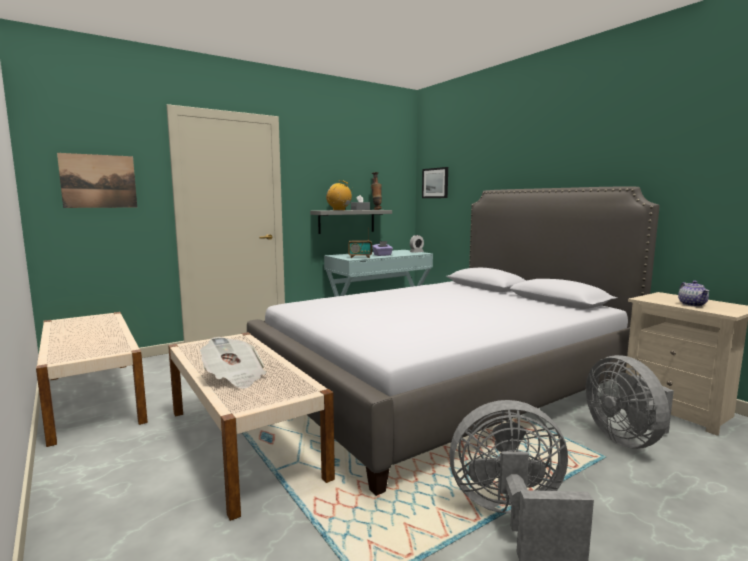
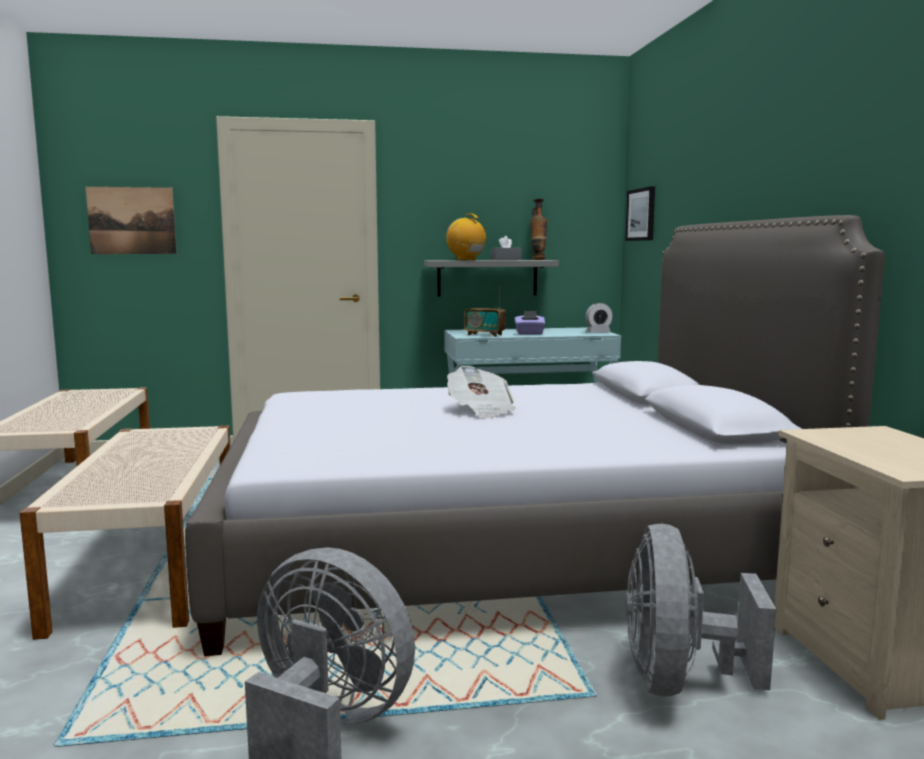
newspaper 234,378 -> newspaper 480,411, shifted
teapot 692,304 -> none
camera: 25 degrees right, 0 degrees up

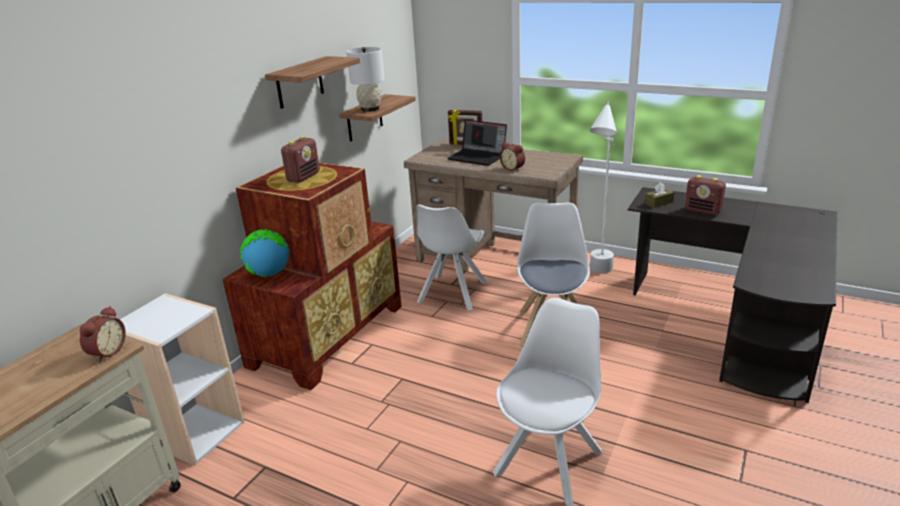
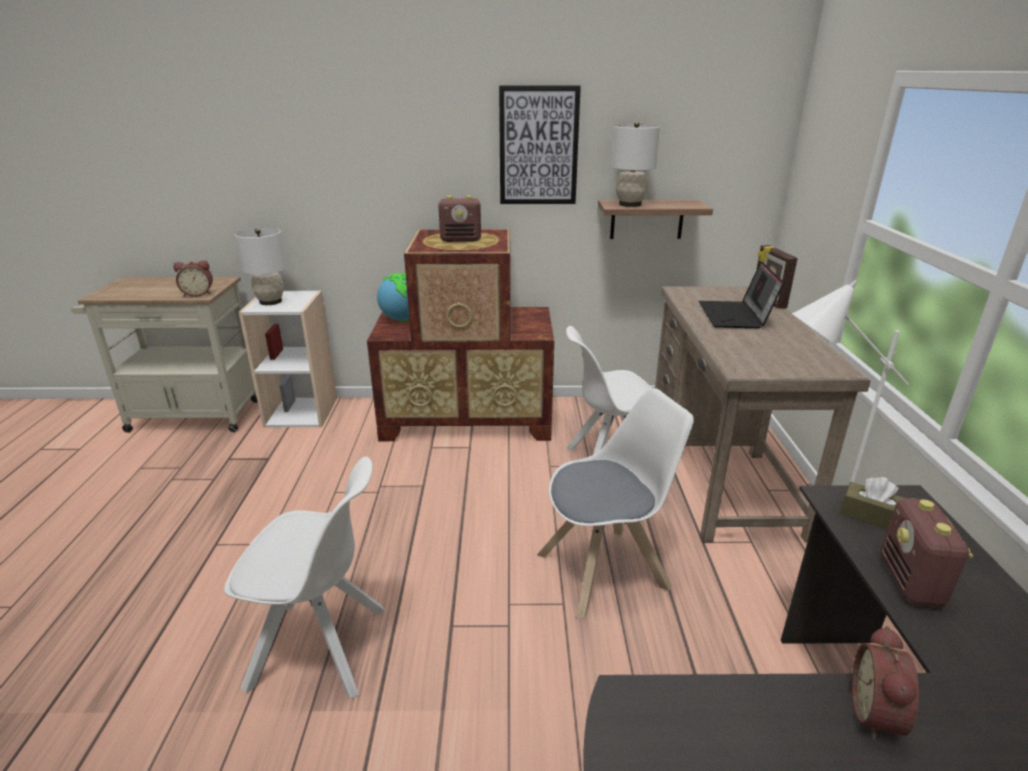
shelf 299,82 -> picture 538,146
alarm clock 513,168 -> alarm clock 878,714, shifted
none -> white table lamp 270,301
camera: 60 degrees right, 0 degrees up

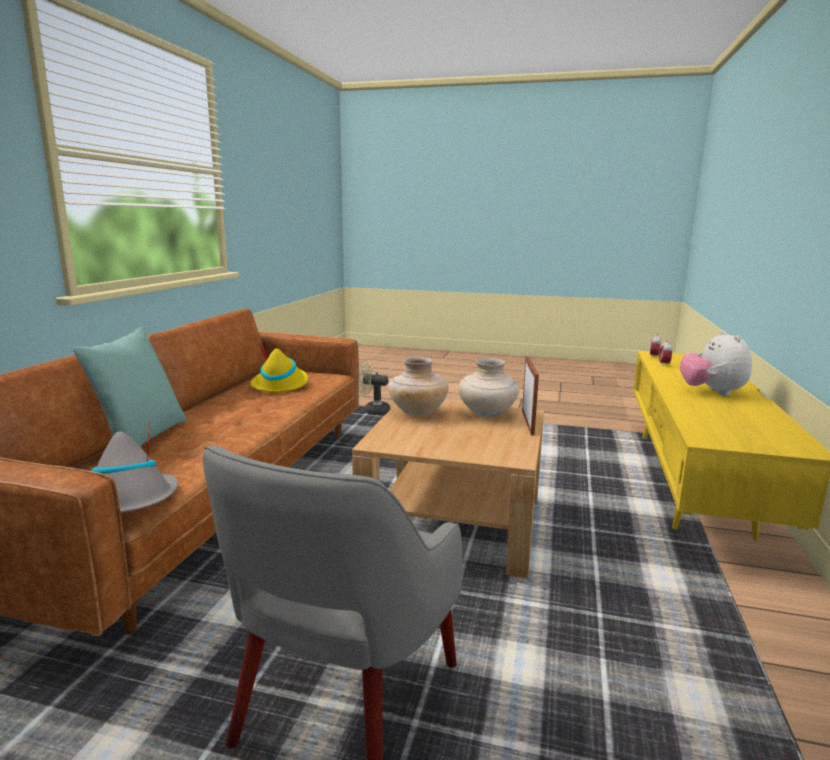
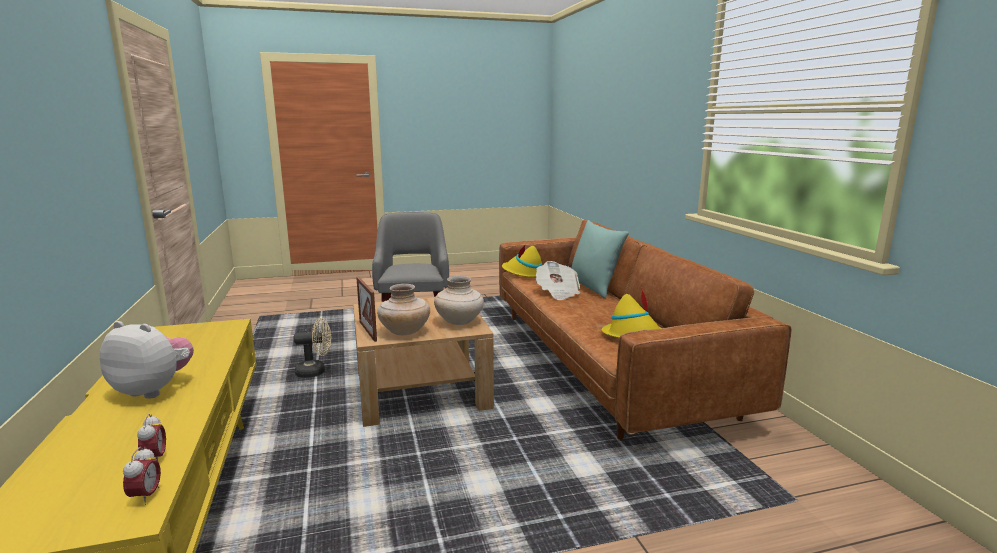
grey hat 129,501 -> yellow hat 524,273
beige fan 372,411 -> beige fan 316,371, shifted
plush toy 712,392 -> plush toy 154,390, 45 degrees counterclockwise
none -> newspaper 557,293
camera: 150 degrees right, 0 degrees up

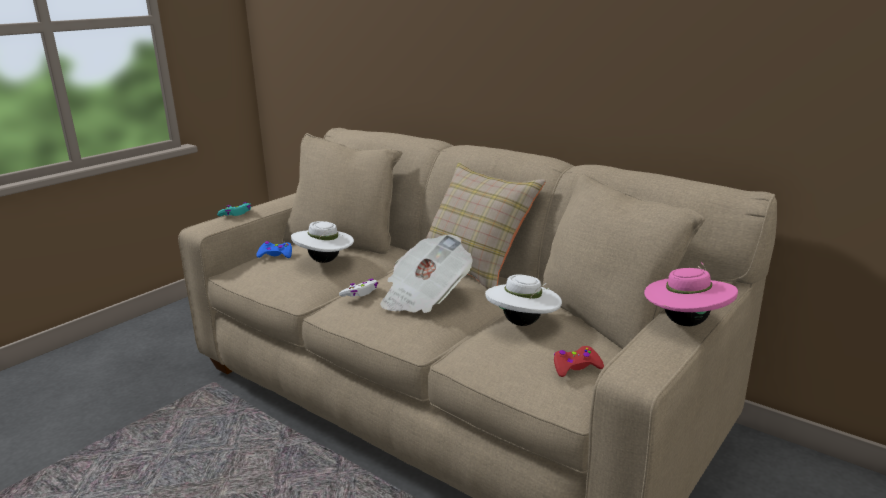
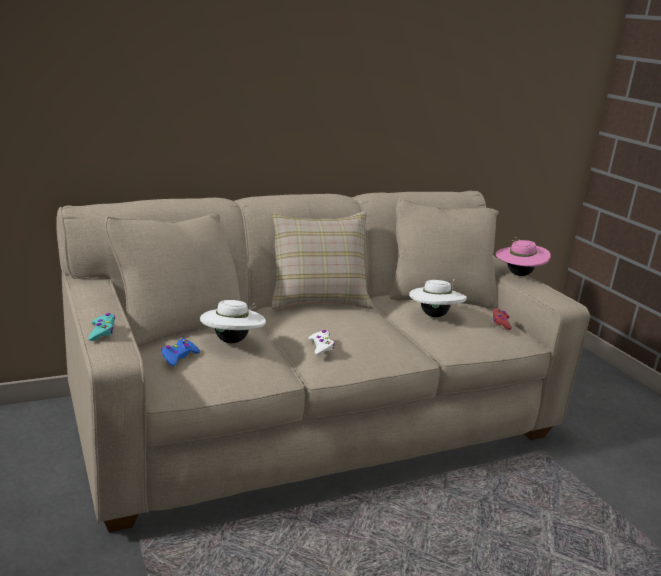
newspaper 424,297 -> none
camera: 65 degrees left, 0 degrees up

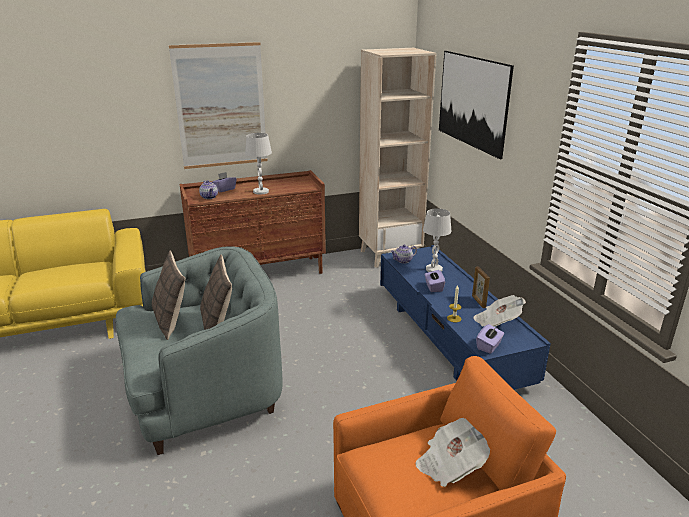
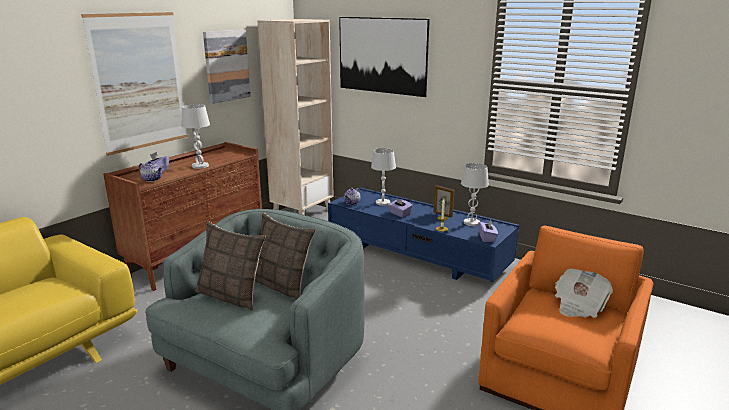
newspaper 497,322 -> white table lamp 471,223
none -> picture 226,66
camera: 35 degrees left, 5 degrees down

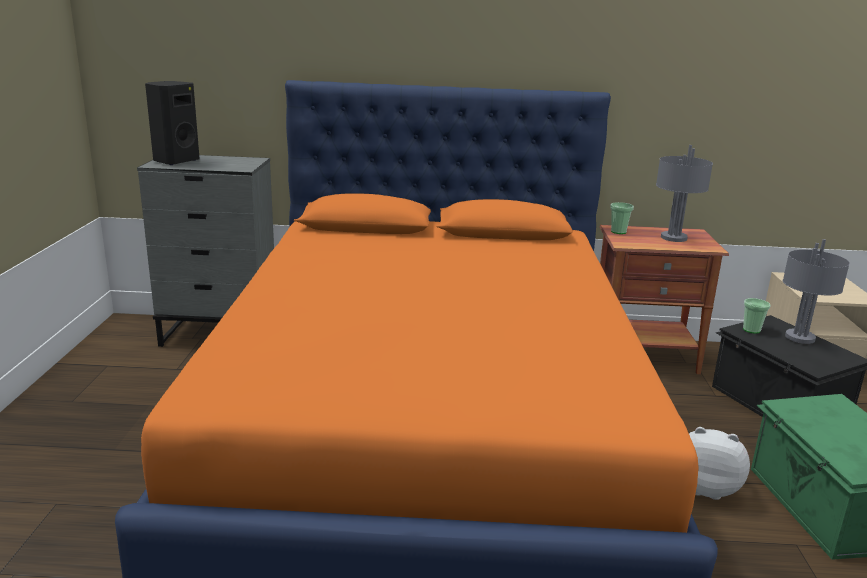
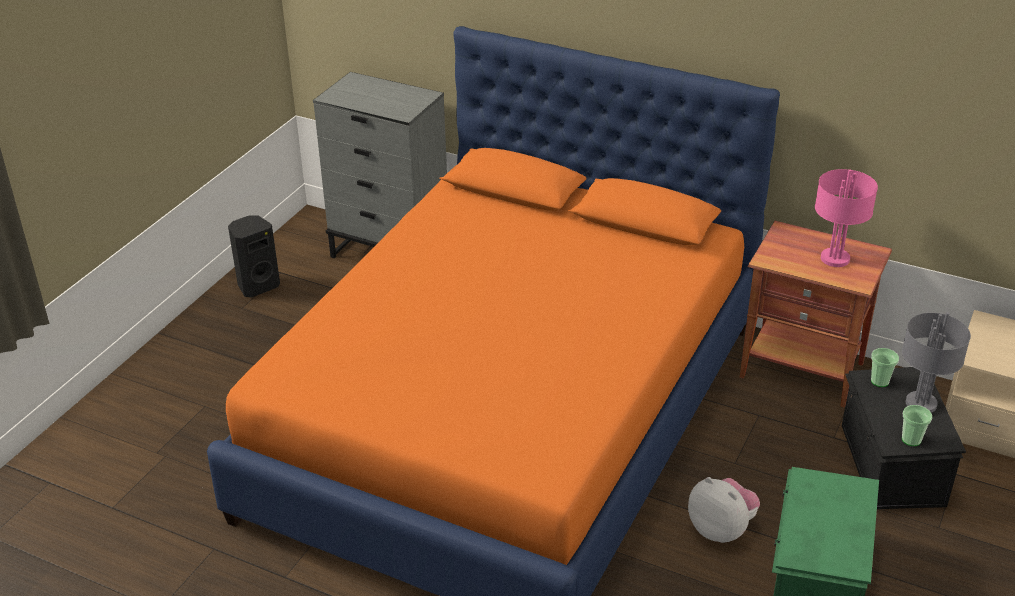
black speaker 175,161 -> black speaker 257,286, shifted
cup 618,232 -> cup 911,440, shifted
grey table lamp 673,238 -> pink table lamp 834,258
camera: 25 degrees right, 15 degrees up

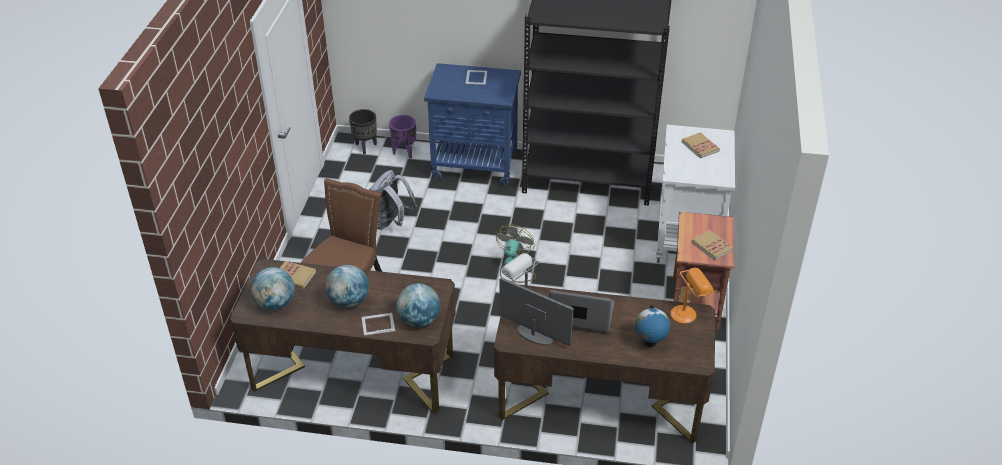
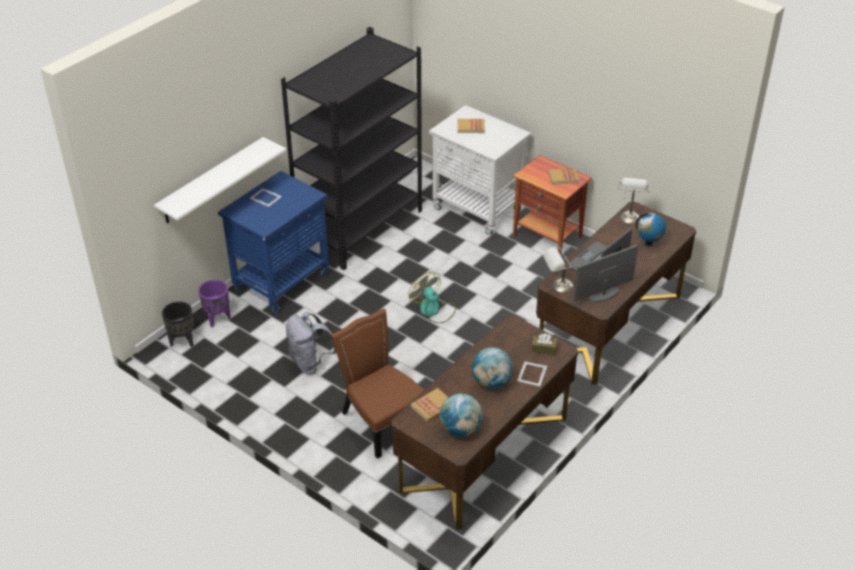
globe 419,320 -> brown tissue box 544,349
orange table lamp 688,312 -> white table lamp 629,214
none -> white shelf 212,181
camera: 60 degrees left, 0 degrees up

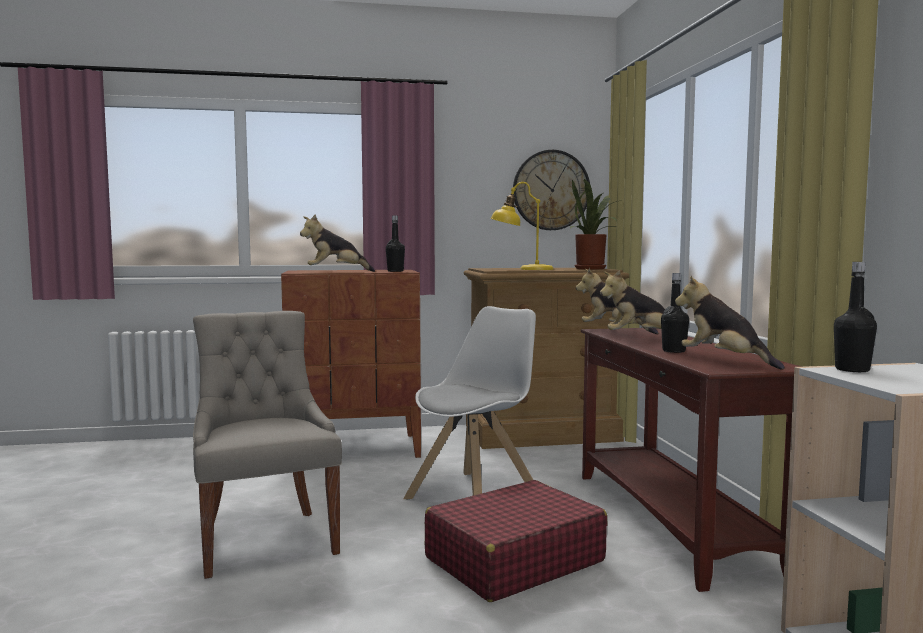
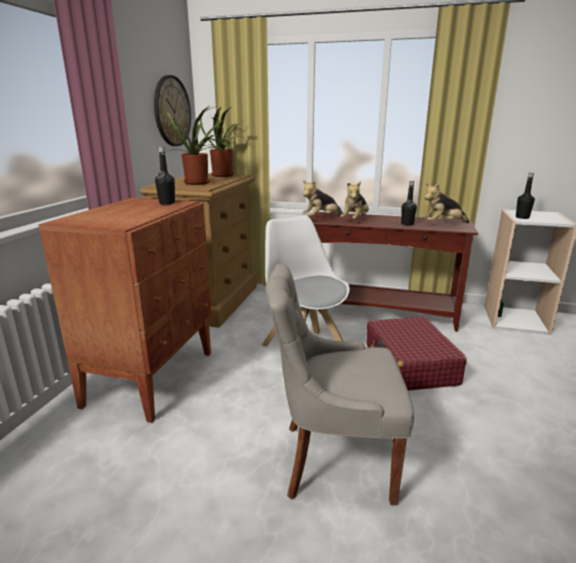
plush toy 336,272 -> none
yellow table lamp 522,269 -> potted plant 198,183
camera: 65 degrees left, 15 degrees up

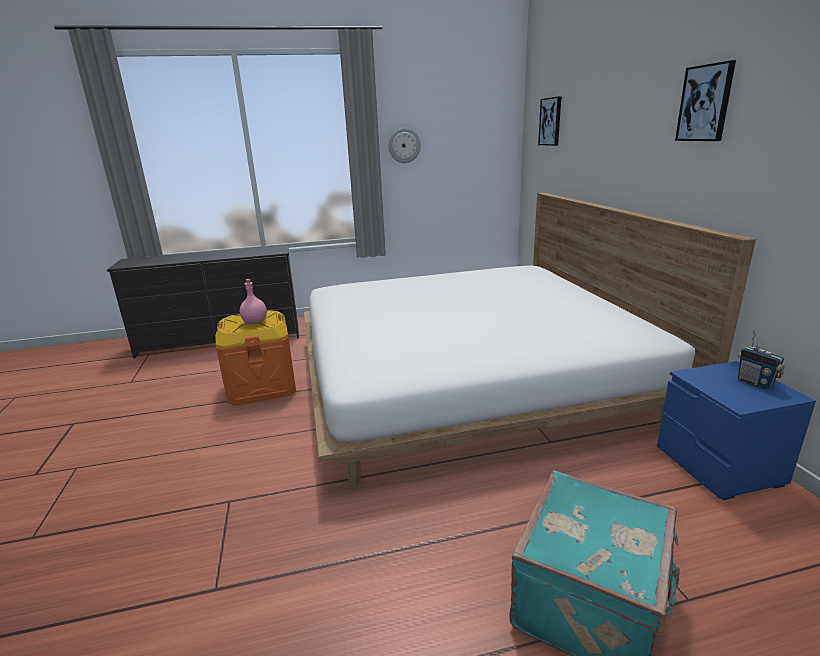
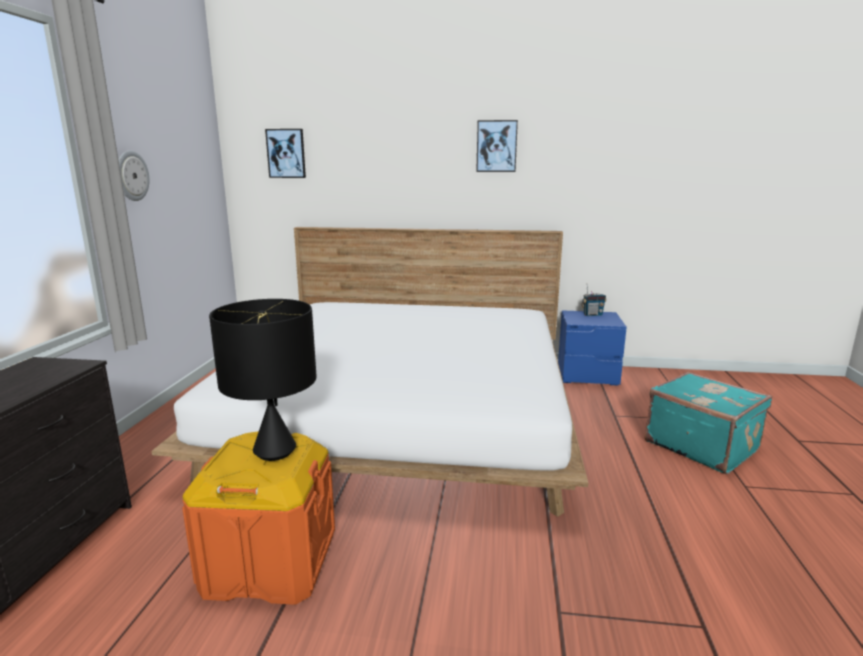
pink bottle 255,322 -> black table lamp 274,452
camera: 70 degrees left, 5 degrees down

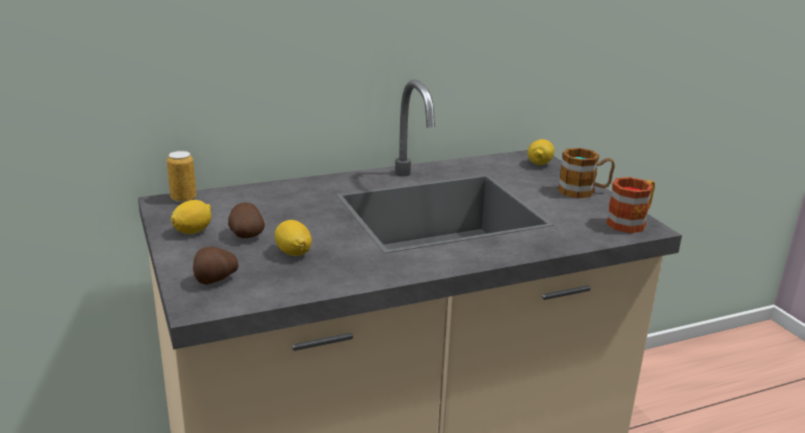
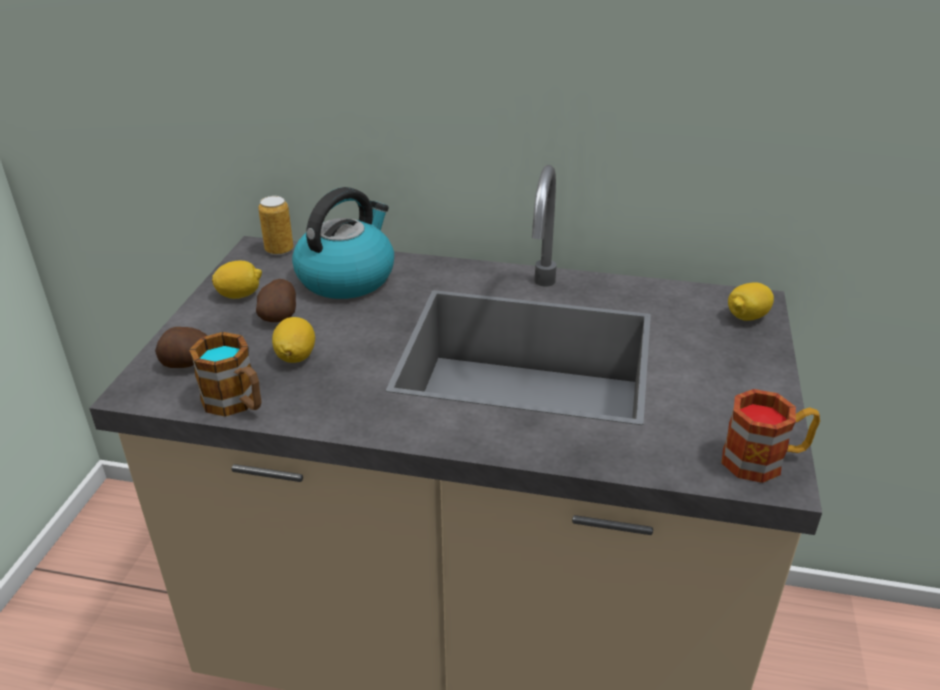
mug 584,191 -> mug 237,403, shifted
none -> kettle 346,277
camera: 35 degrees right, 10 degrees up

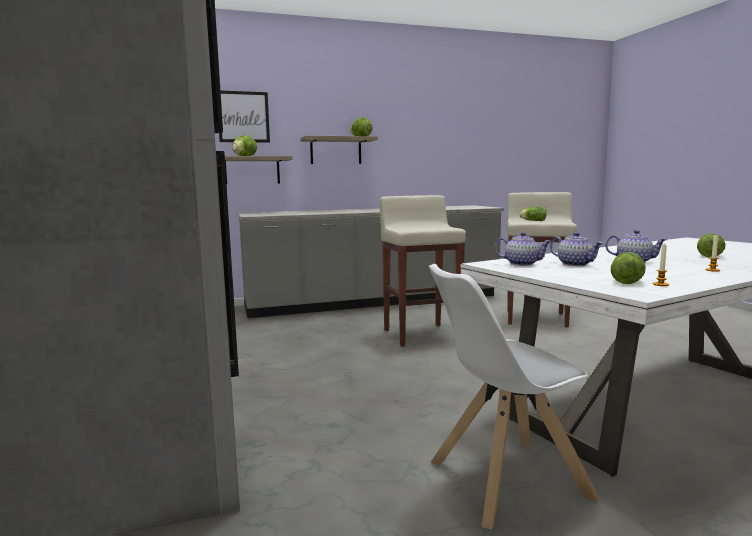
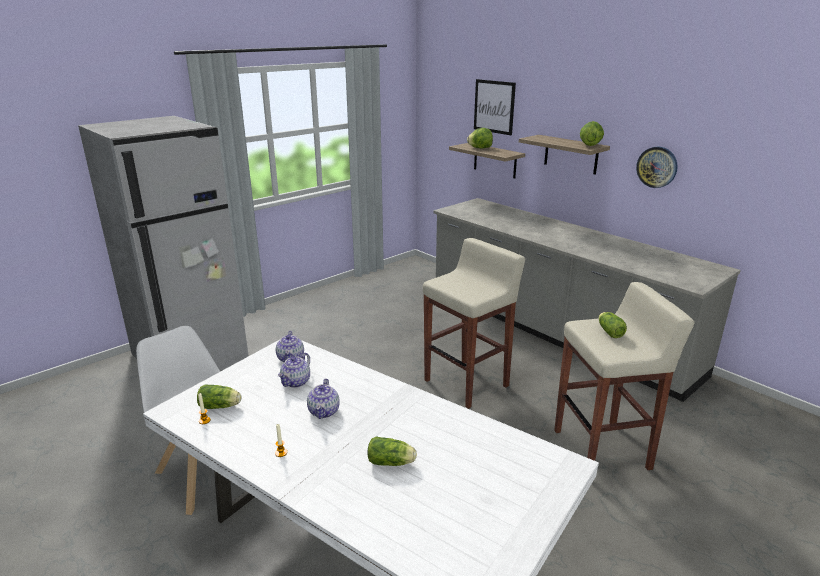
none -> wall clock 657,167
camera: 65 degrees right, 15 degrees up

